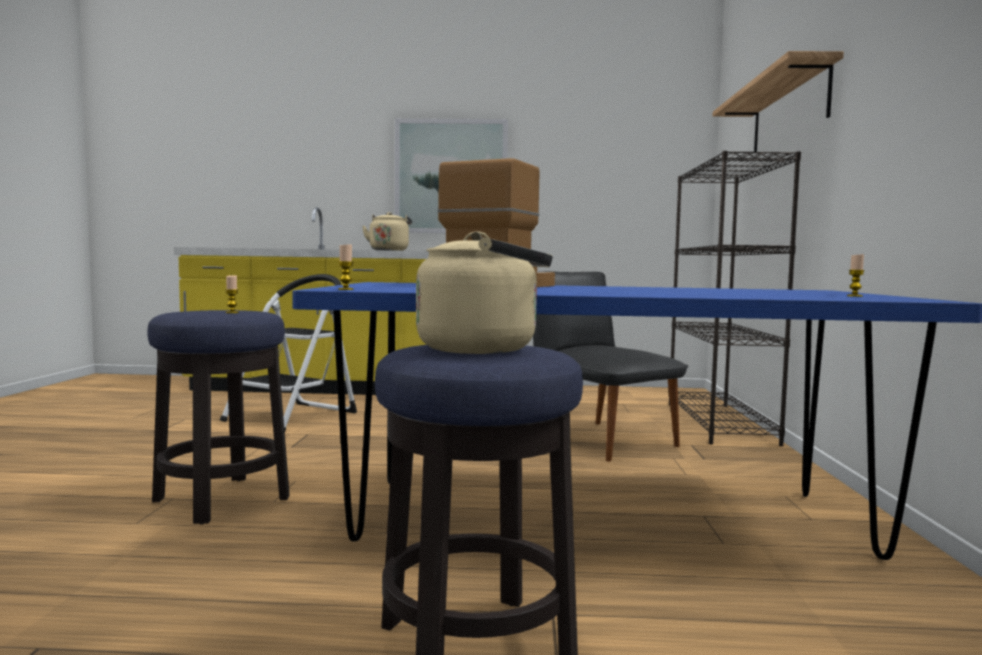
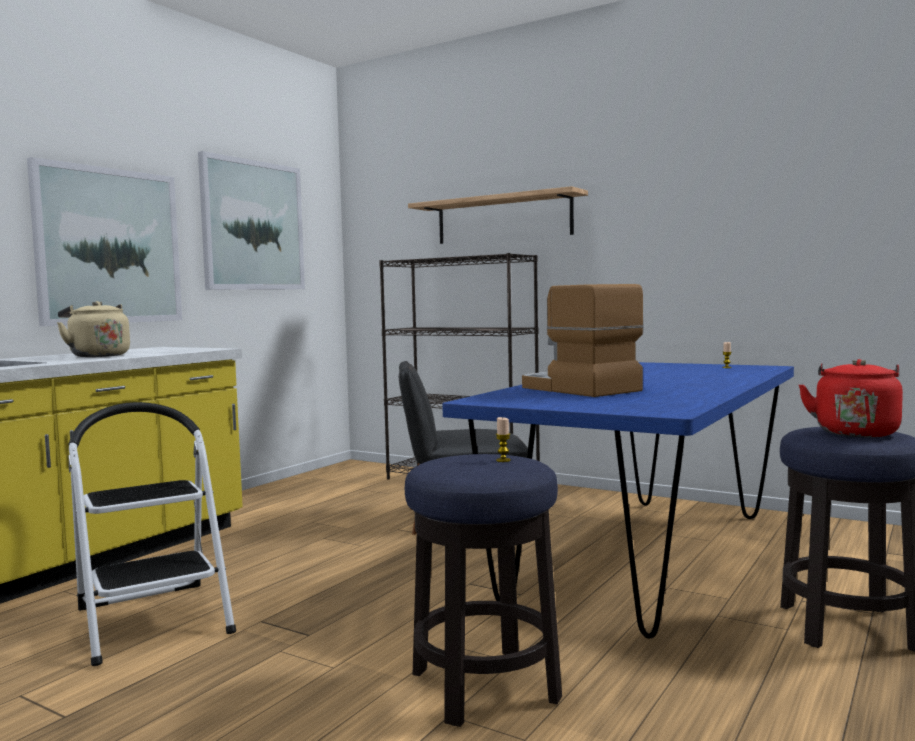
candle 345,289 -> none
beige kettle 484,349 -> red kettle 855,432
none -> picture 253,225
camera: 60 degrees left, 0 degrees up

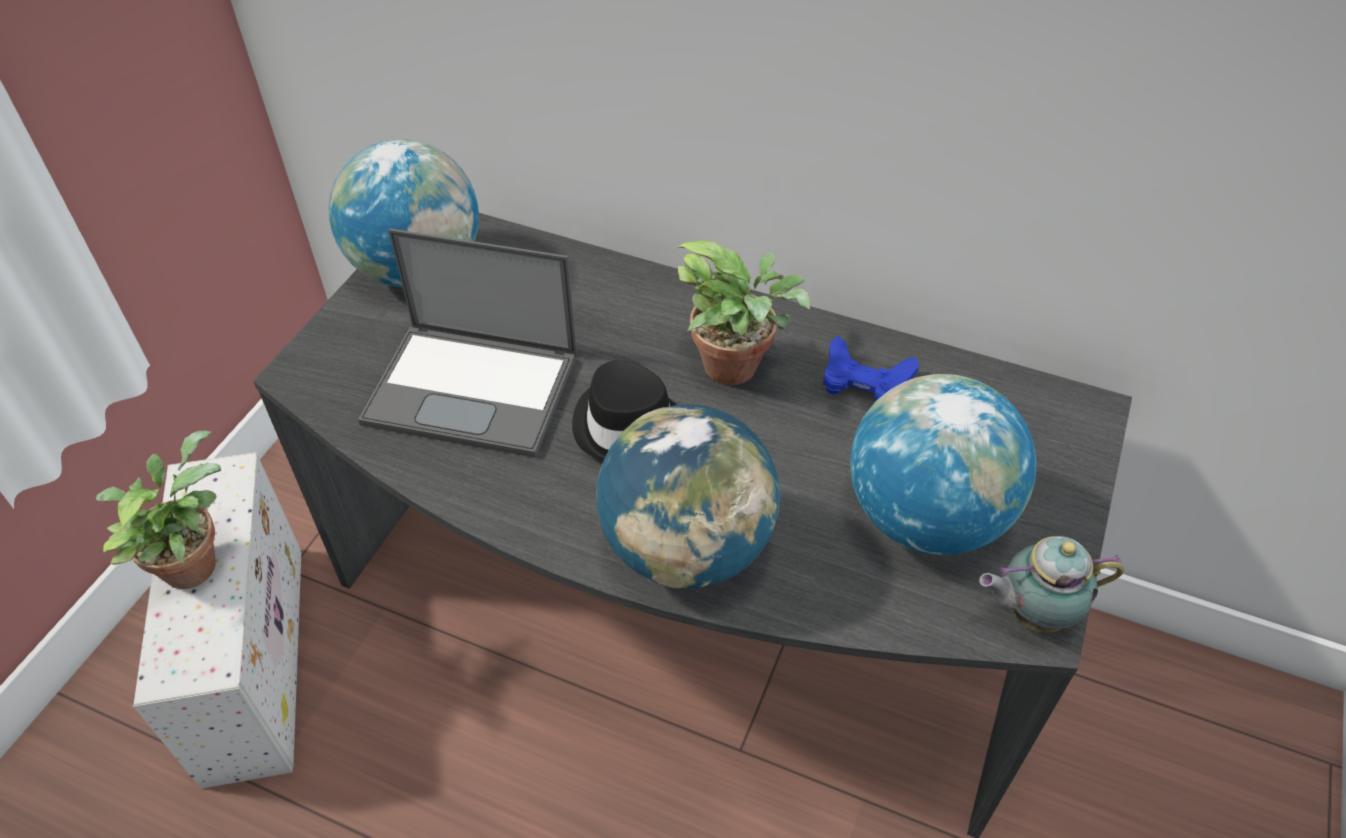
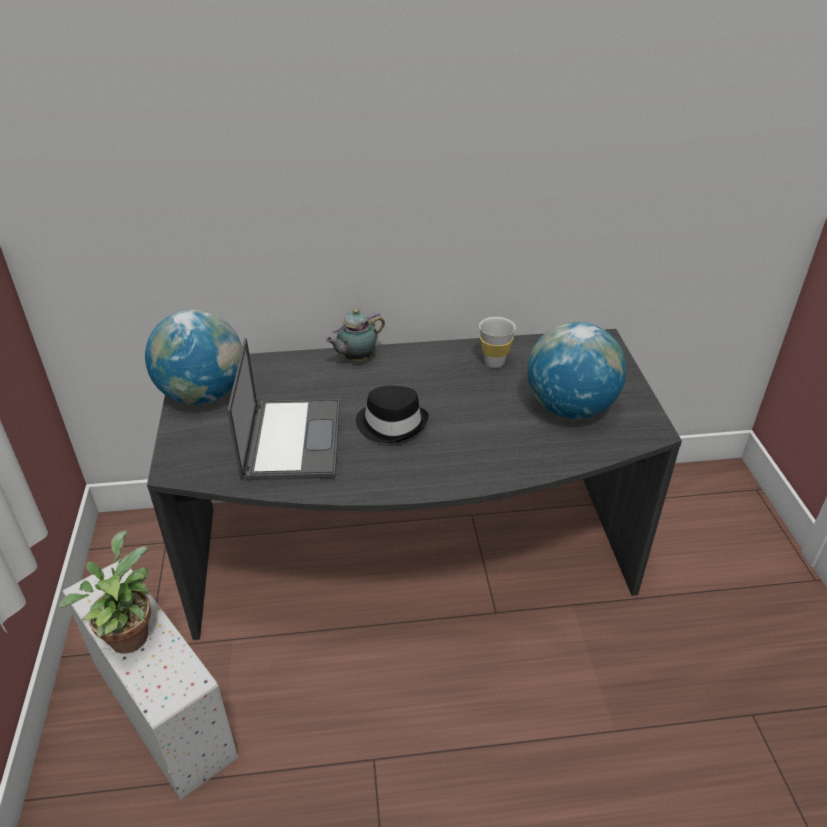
laptop 475,388 -> laptop 292,438, 75 degrees counterclockwise
globe 687,548 -> none
potted plant 738,368 -> none
blue game controller 865,381 -> white cup 494,363
teapot 1031,613 -> teapot 356,359, shifted
camera: 30 degrees left, 10 degrees down

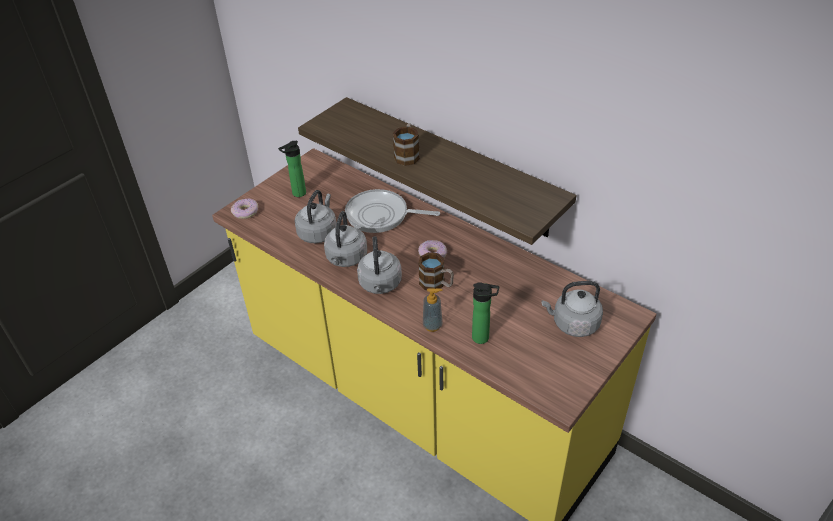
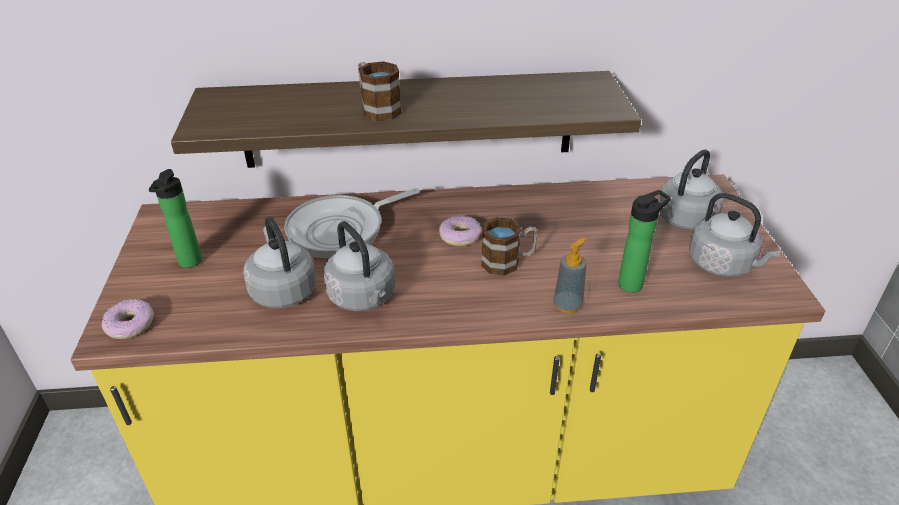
grey kettle 380,285 -> grey kettle 723,265, shifted
camera: 45 degrees left, 5 degrees down

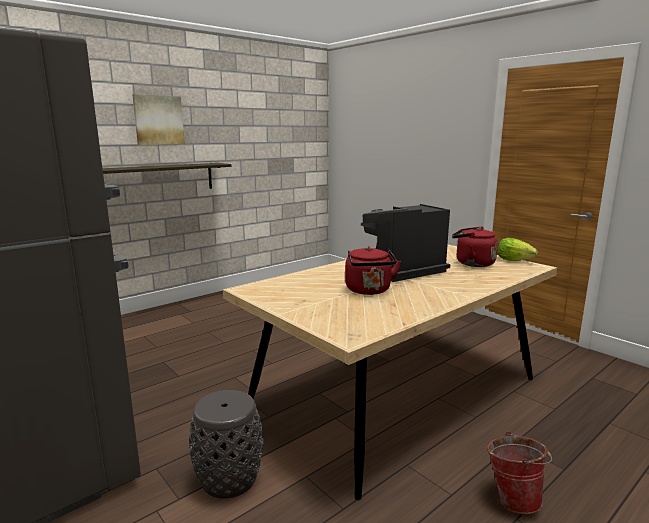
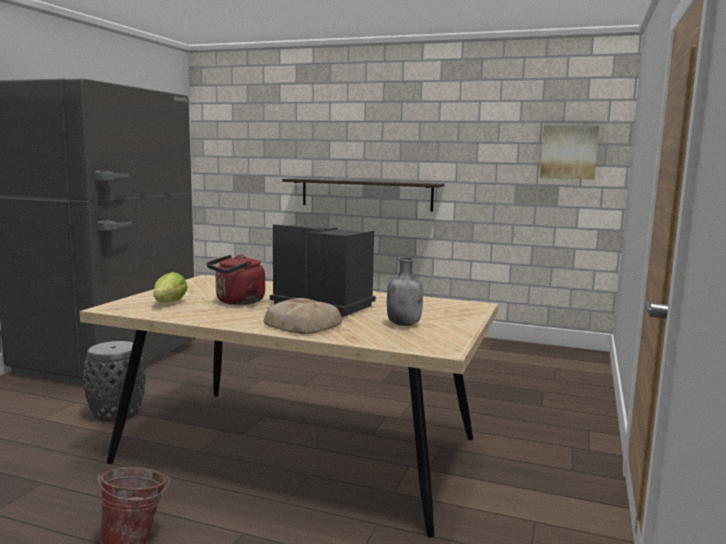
picture 158,120 -> picture 569,152, shifted
red kettle 472,263 -> grey bottle 404,324
lettuce 513,260 -> lettuce 169,303, shifted
none -> bread 302,324
camera: 60 degrees right, 5 degrees down

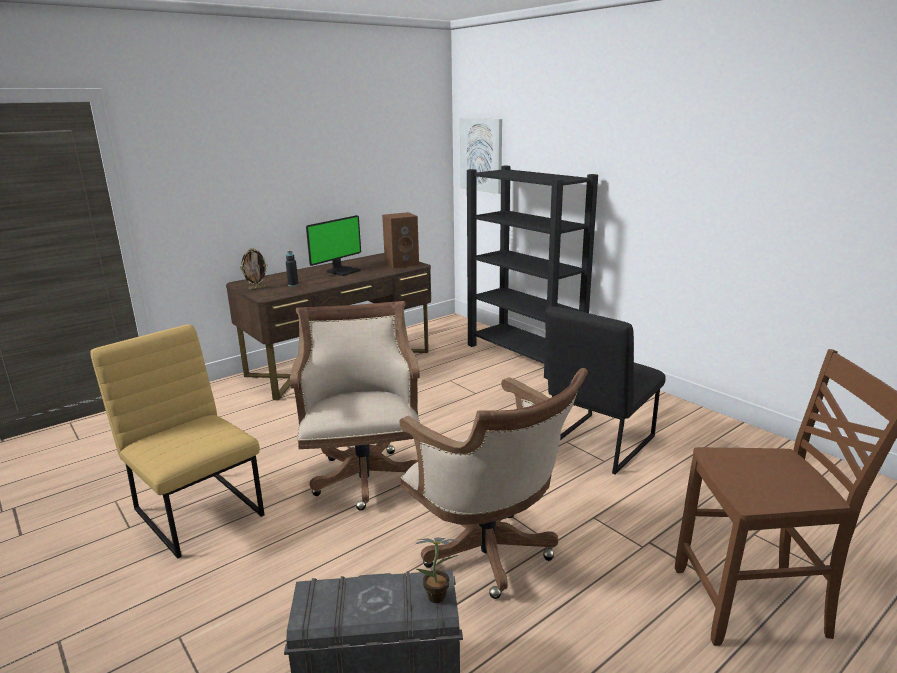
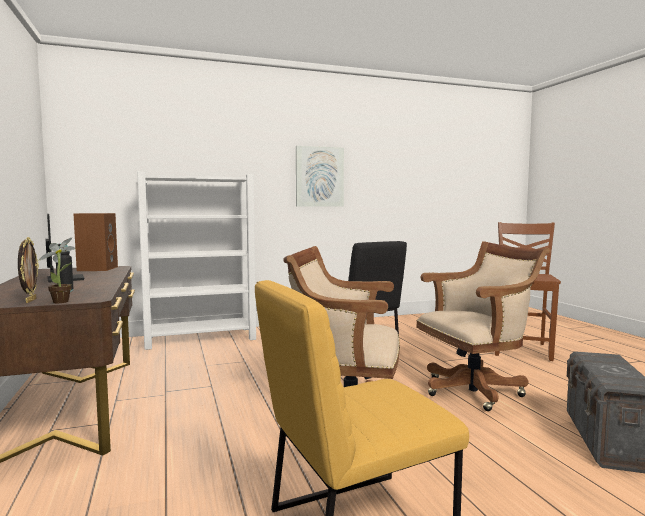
potted plant 440,597 -> potted plant 63,301, shifted
picture 481,155 -> picture 319,177, shifted
black bookcase 524,355 -> white bookcase 200,338
camera: 70 degrees left, 15 degrees down

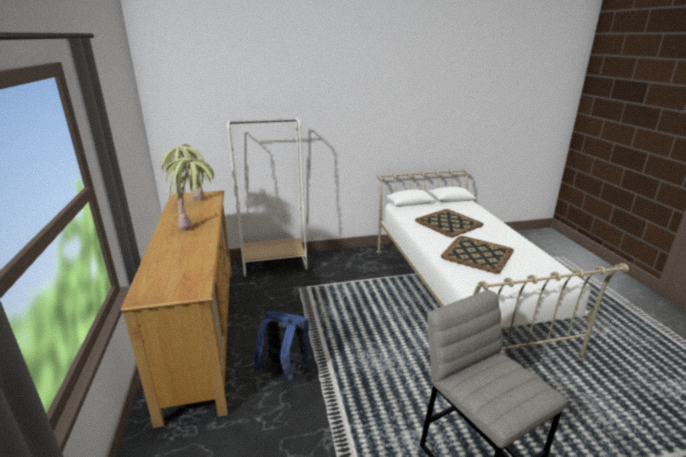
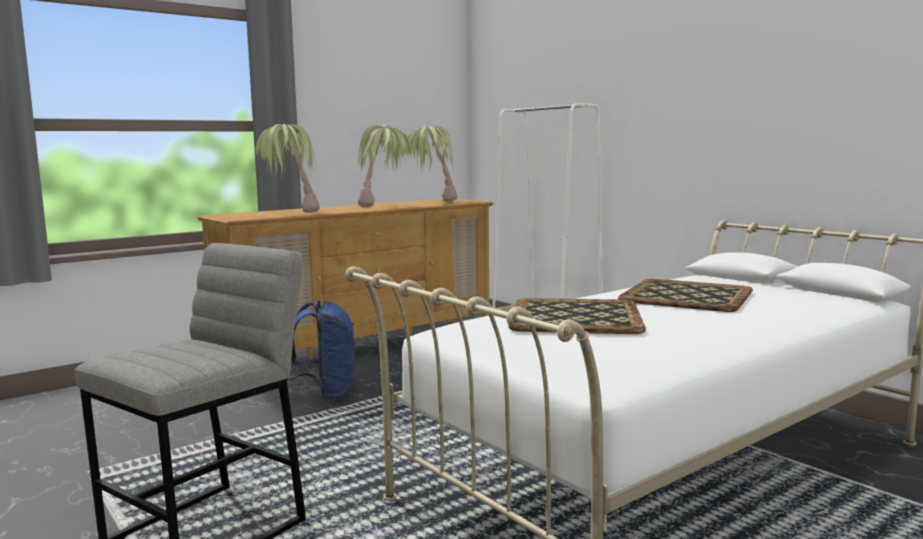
none -> potted plant 289,213
camera: 65 degrees right, 15 degrees down

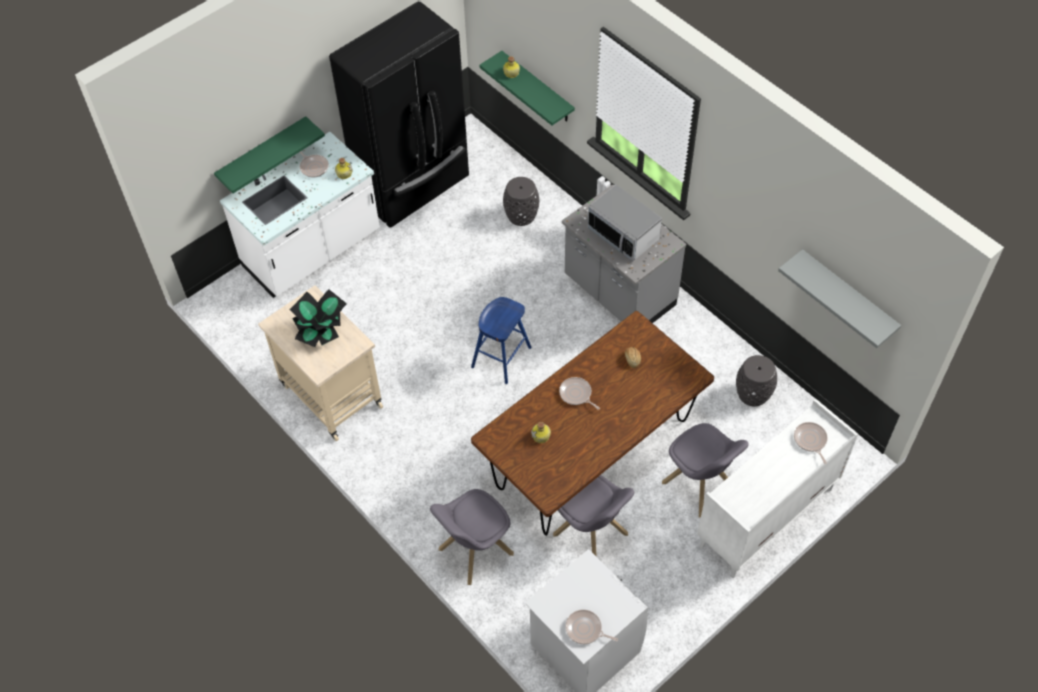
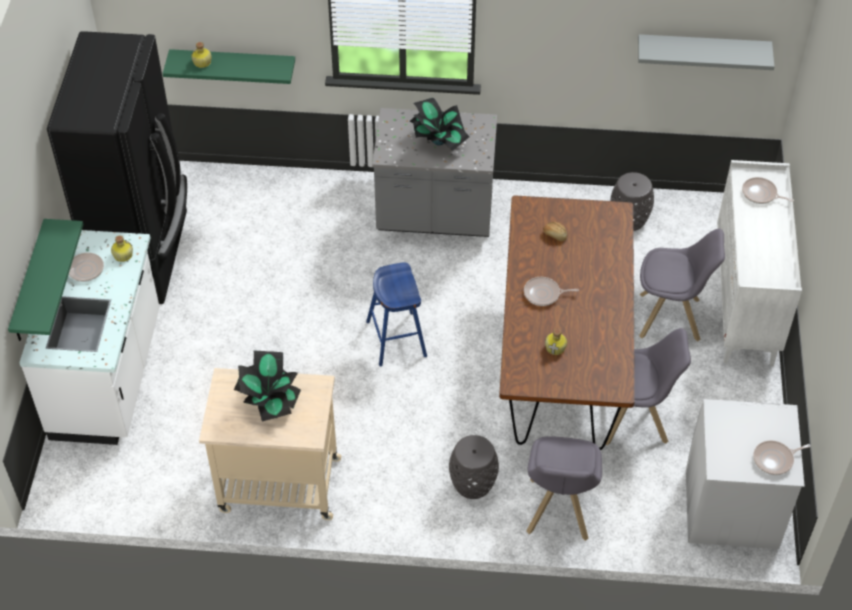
grey stool 521,215 -> grey stool 472,483, shifted
microwave 623,234 -> potted plant 438,140
camera: 45 degrees left, 5 degrees down

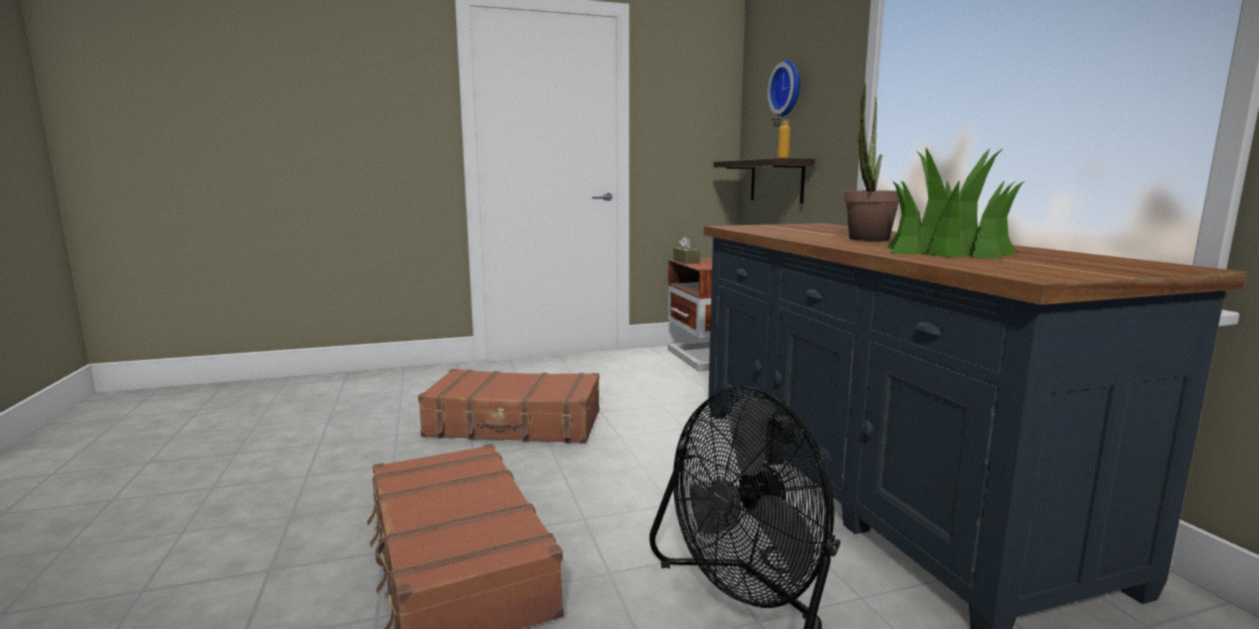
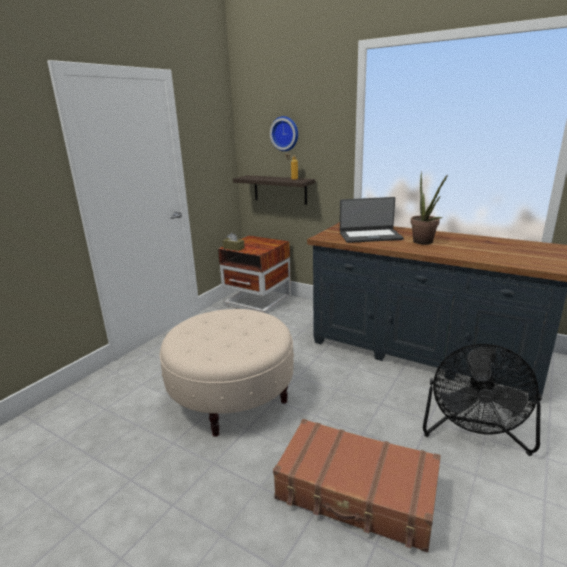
brown suitcase 515,424 -> beige ottoman 232,397
potted plant 947,251 -> none
none -> laptop 370,236
camera: 40 degrees left, 10 degrees up

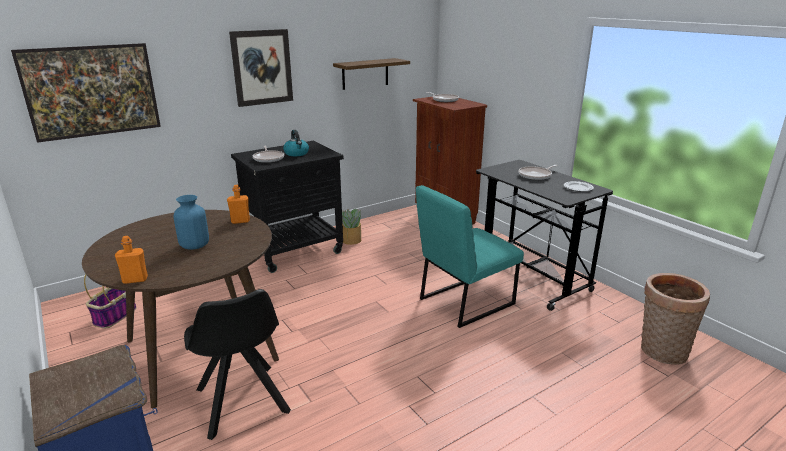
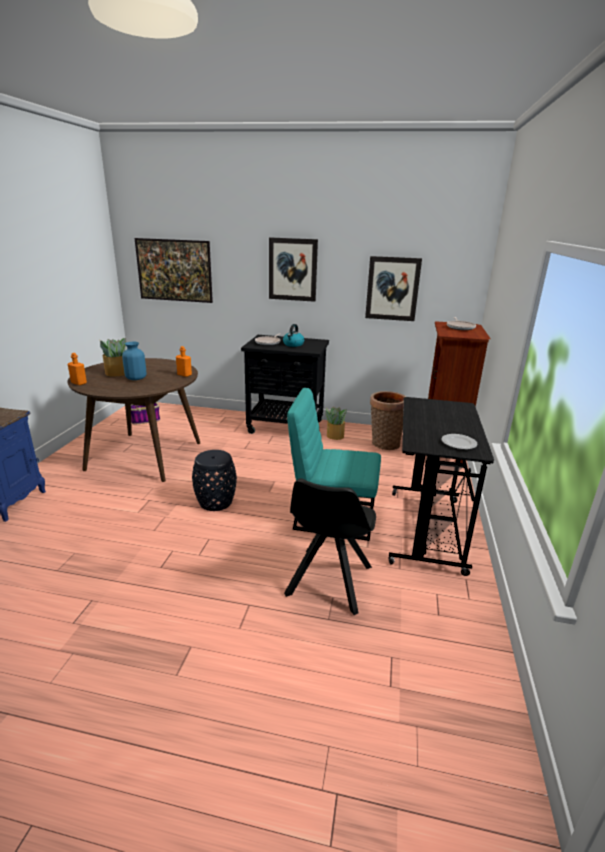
black chair 242,402 -> black chair 328,582, shifted
shelf 365,74 -> picture 392,289
frying pan 536,176 -> none
basket 661,352 -> basket 384,443, shifted
none -> potted plant 117,373
none -> black stool 216,502
camera: 45 degrees right, 0 degrees up

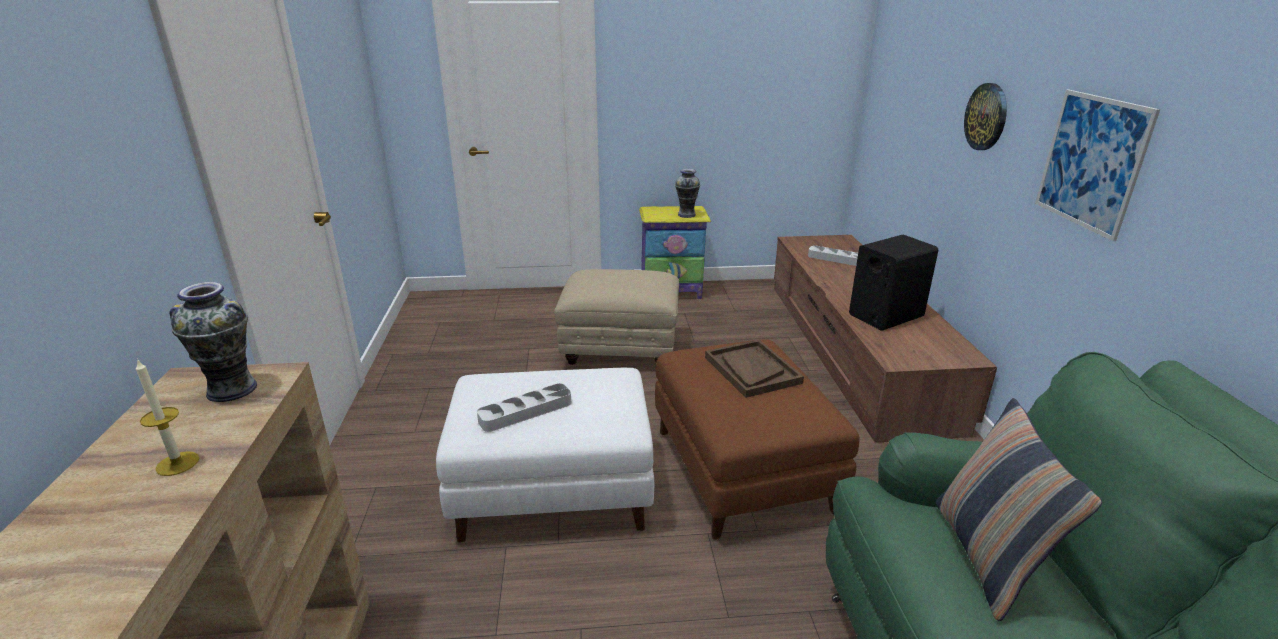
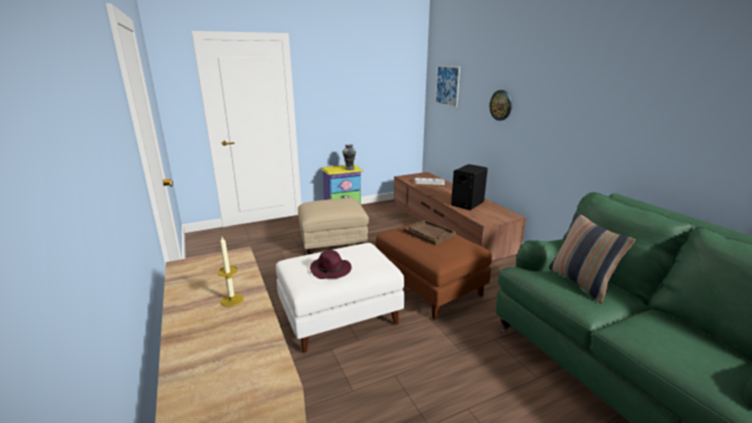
vase 231,390 -> none
grey tray 525,411 -> purple hat 331,270
picture 1091,162 -> picture 447,86, shifted
camera: 20 degrees left, 5 degrees down

